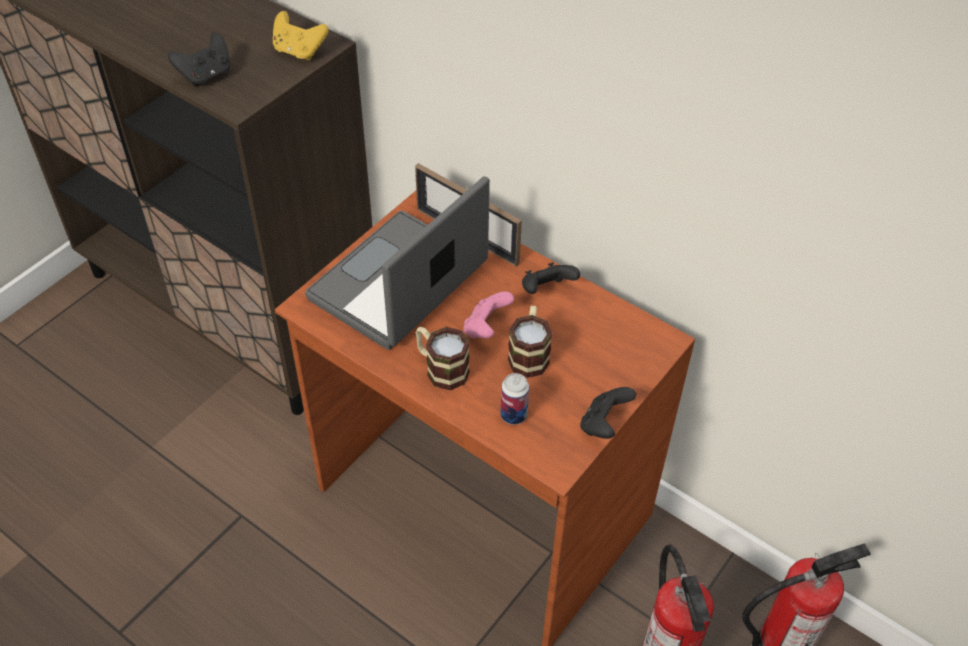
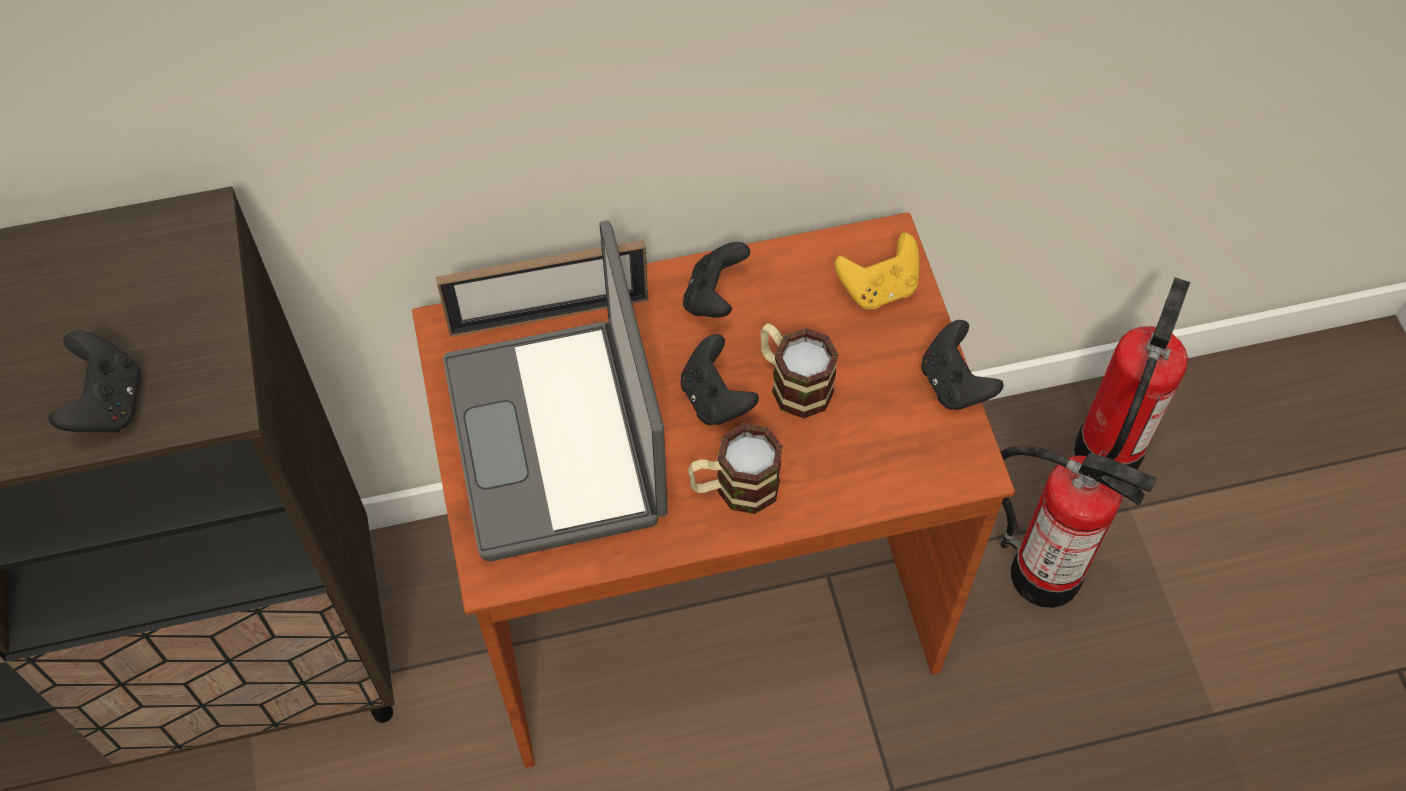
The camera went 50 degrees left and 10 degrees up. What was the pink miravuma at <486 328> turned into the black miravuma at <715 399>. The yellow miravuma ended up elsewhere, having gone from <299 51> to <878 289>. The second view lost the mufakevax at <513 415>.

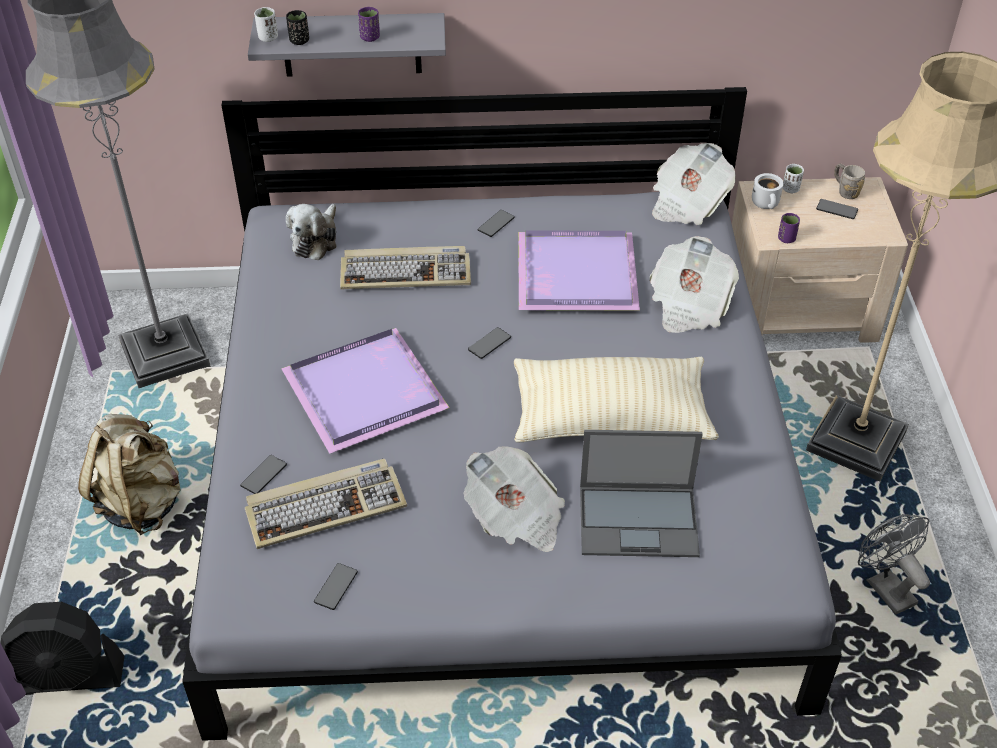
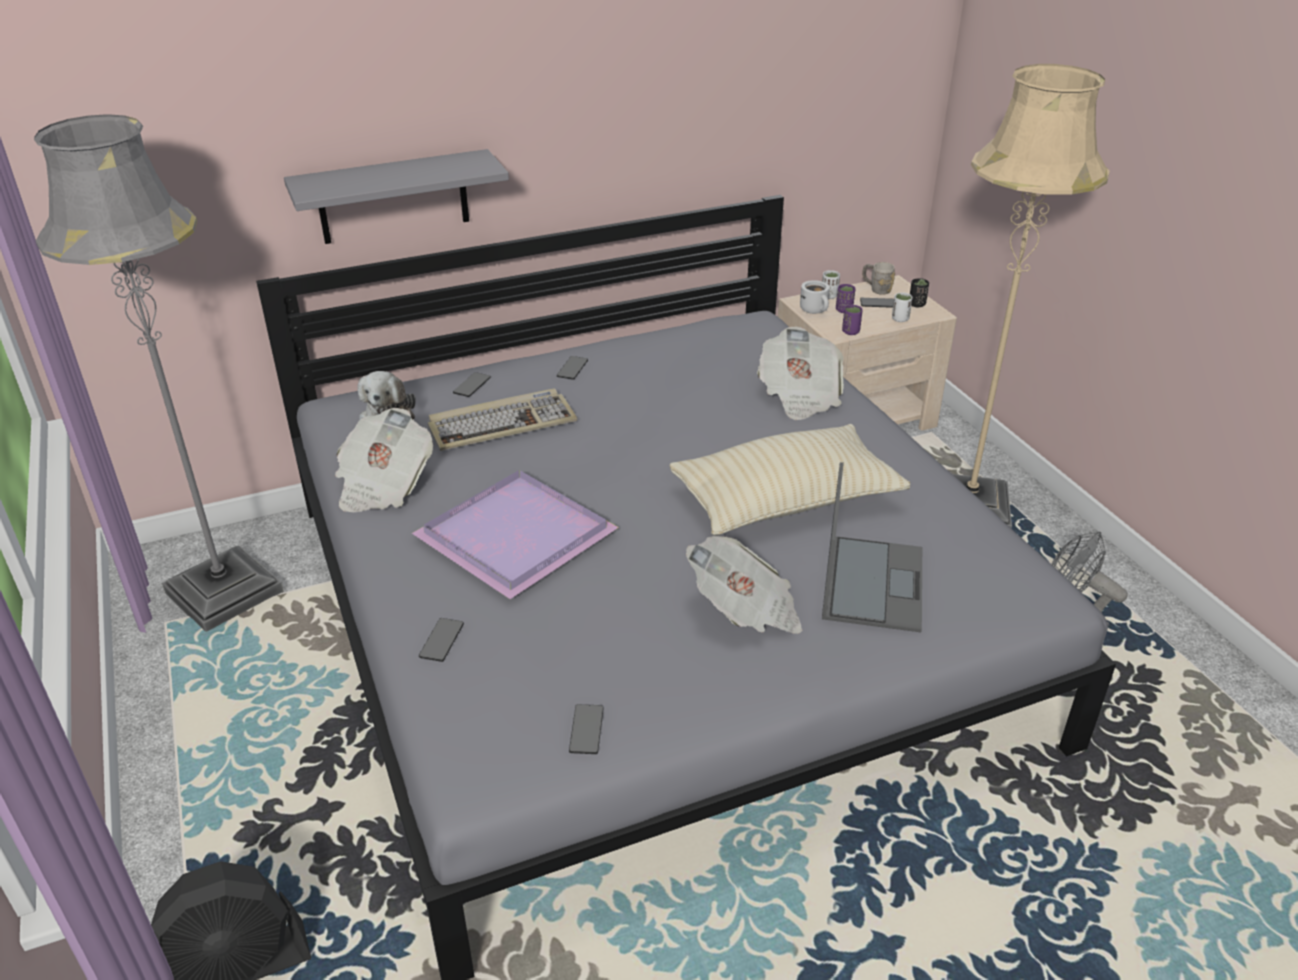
The camera went 20 degrees left and 10 degrees down. The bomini ended up elsewhere, having gone from <687 203> to <383 485>. The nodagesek ended up elsewhere, having gone from <489 344> to <472 385>. The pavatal at <640 520> ended up facing another way, 60 degrees counterclockwise from before. The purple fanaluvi ended up elsewhere, having gone from <370 37> to <844 310>. The white fanaluvi ended up elsewhere, having gone from <268 38> to <900 319>. The black fanaluvi ended up elsewhere, having gone from <299 41> to <917 304>. The second view lost the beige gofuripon at <141 503>. The second view lost the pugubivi at <326 506>. The second view lost the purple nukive at <574 272>.

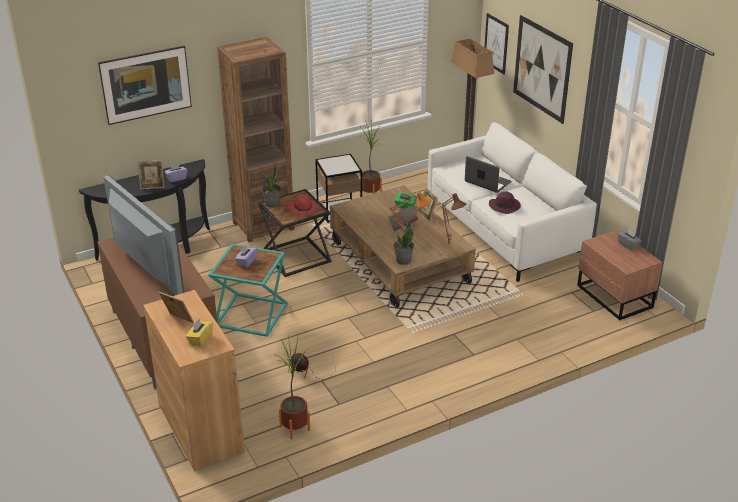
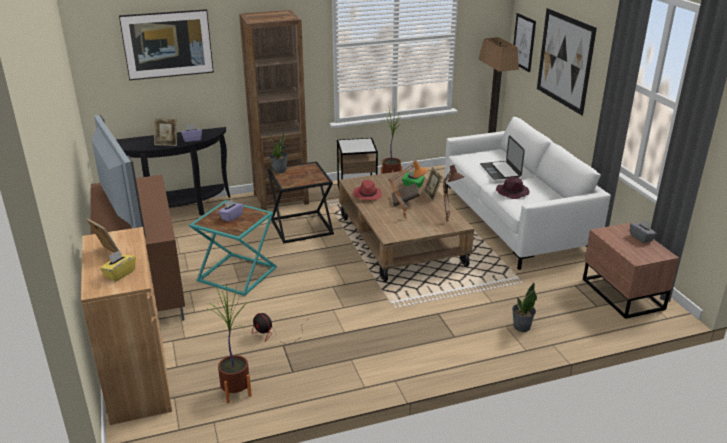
The camera went 10 degrees right and 5 degrees down. The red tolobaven ended up elsewhere, having gone from <302 209> to <367 195>. The pavatal at <487 182> ended up facing another way, 150 degrees counterclockwise from before. The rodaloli ended up elsewhere, having gone from <403 260> to <521 327>.

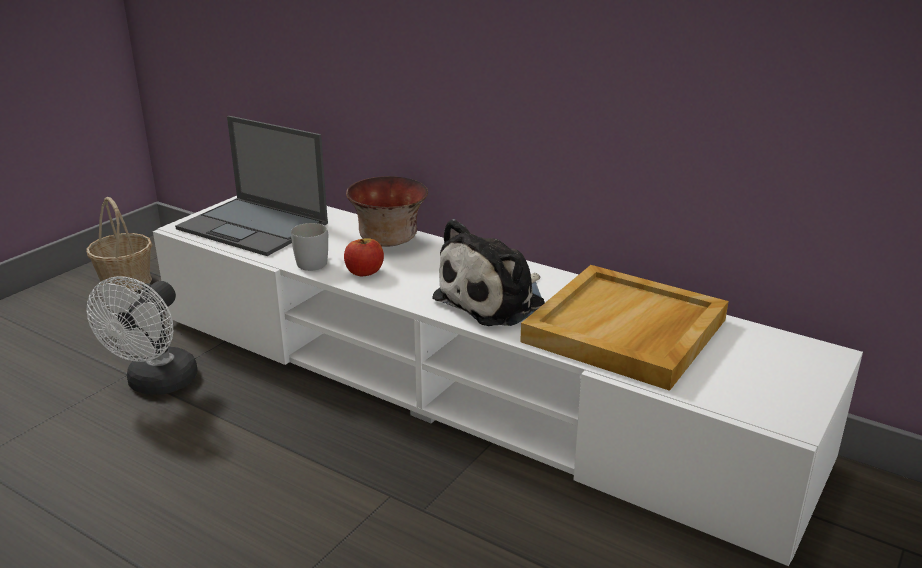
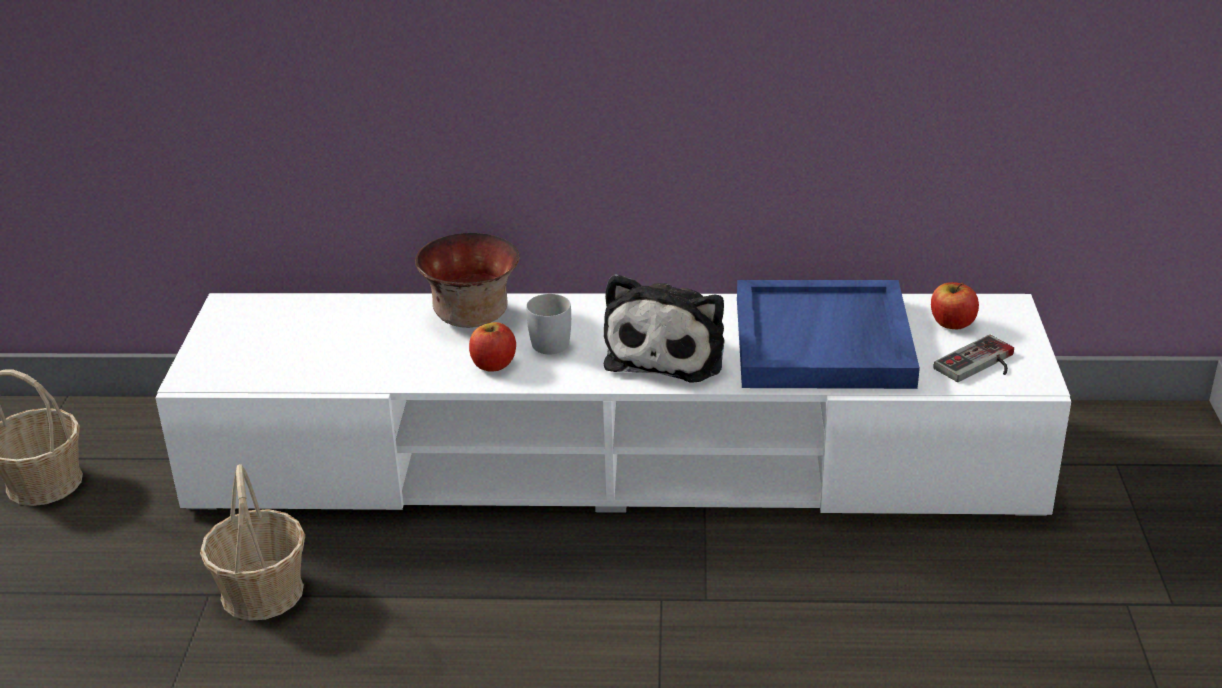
The camera went 30 degrees left and 5 degrees up. Where the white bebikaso stood at <157 384>, the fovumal came to stand at <263 592>. The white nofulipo ended up elsewhere, having gone from <315 261> to <549 340>. What was the beige nukive at <626 331> turned into the blue nukive at <824 342>. The second view gained the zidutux at <952 323>. The second view gained the miravuma at <981 365>. The second view lost the pavatal at <254 226>.

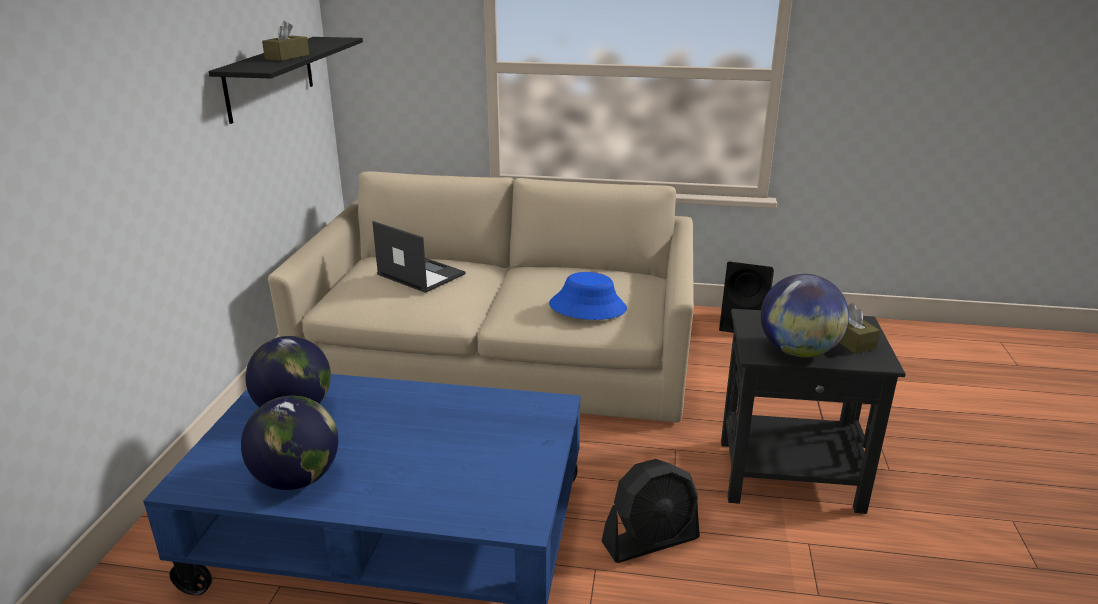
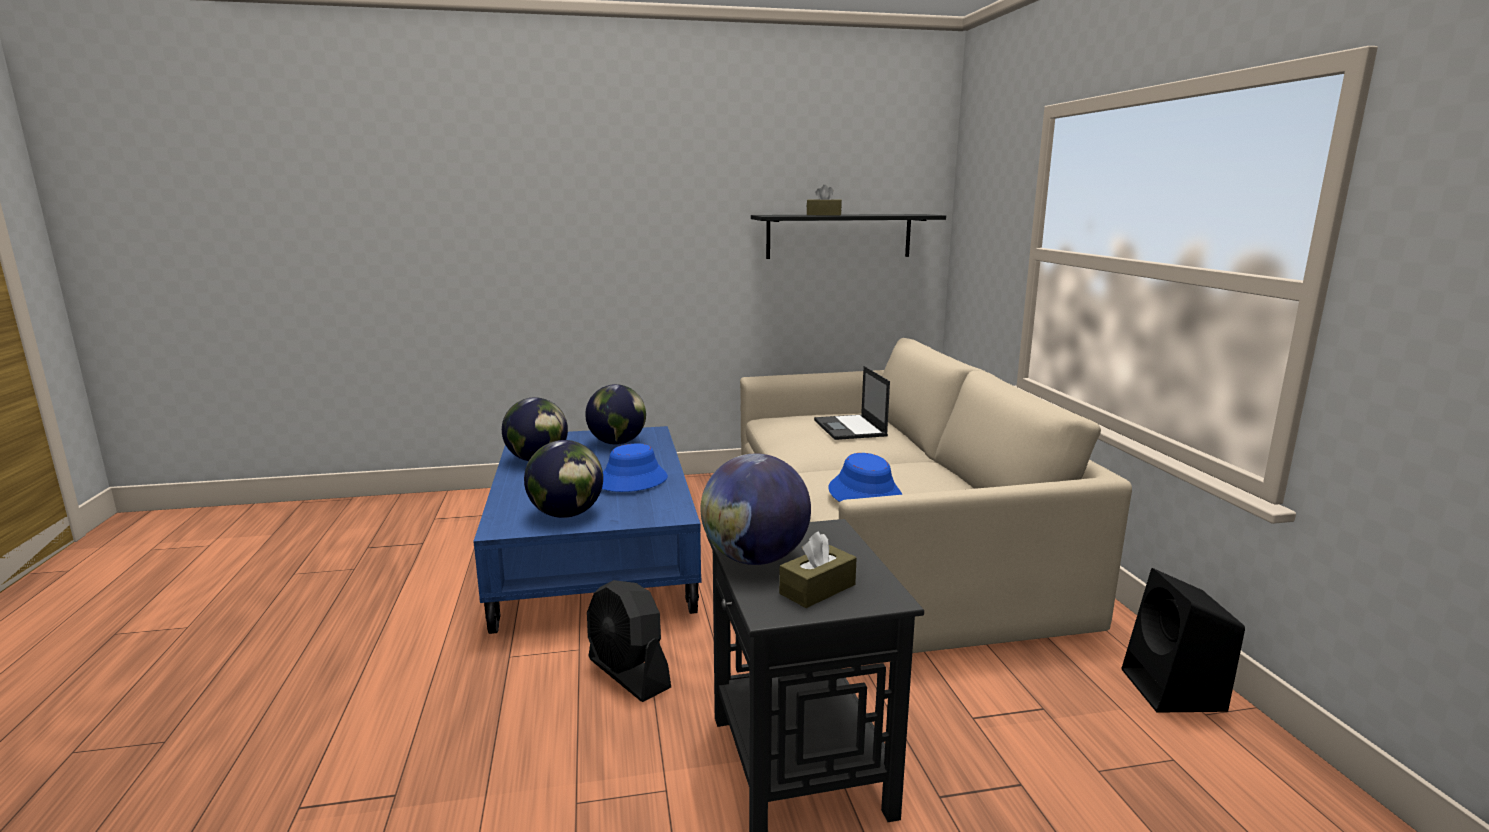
The camera went 70 degrees right and 10 degrees down. The second view gained the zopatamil at <566 514>. The second view gained the blue tolobaven at <632 480>. The pavatal at <420 274> ended up facing another way, 150 degrees clockwise from before.

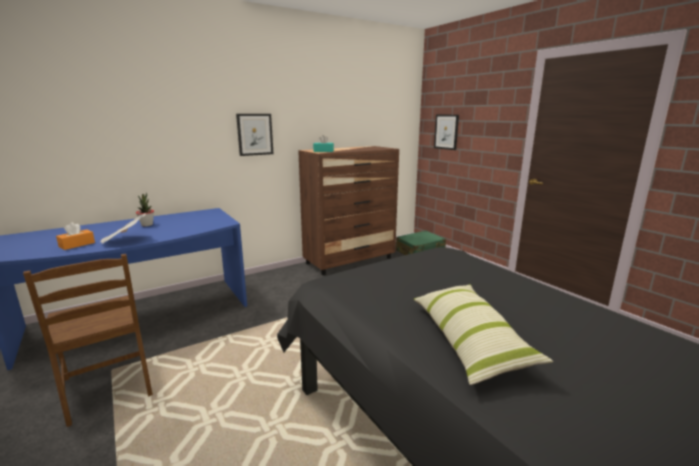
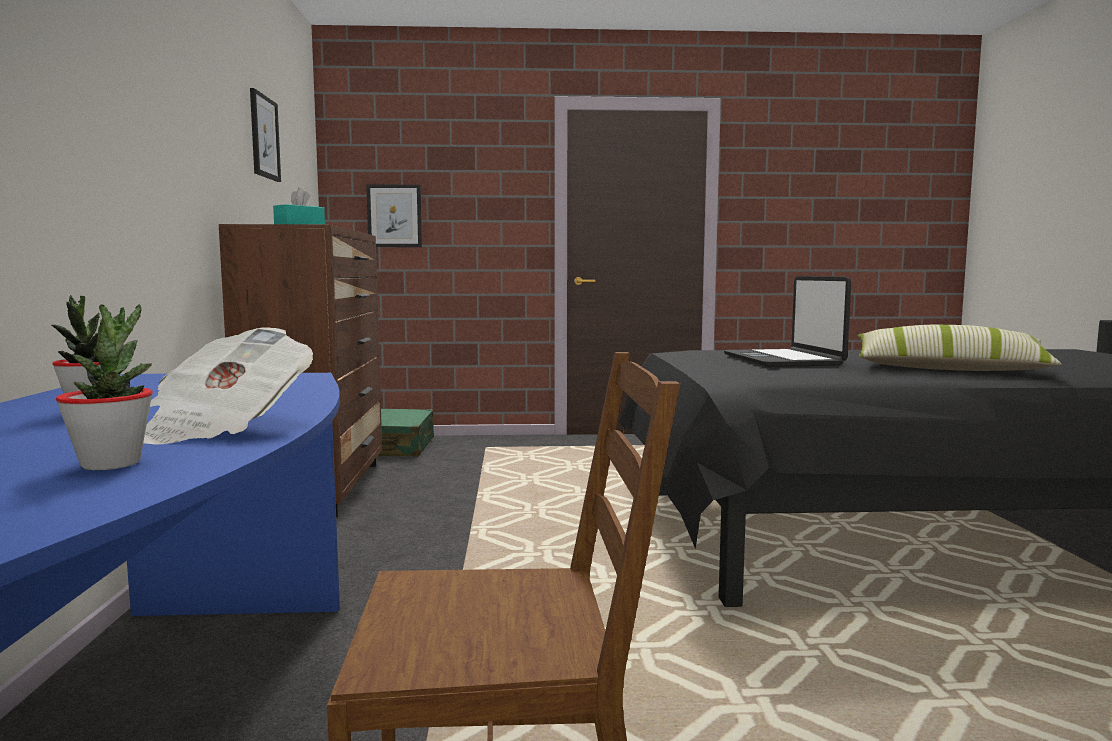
The camera went 60 degrees left and 10 degrees down. Where the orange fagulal stood at <77 245>, the rodaloli came to stand at <111 464>. The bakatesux ended up elsewhere, having gone from <255 134> to <264 137>. The second view gained the pavatal at <783 360>.

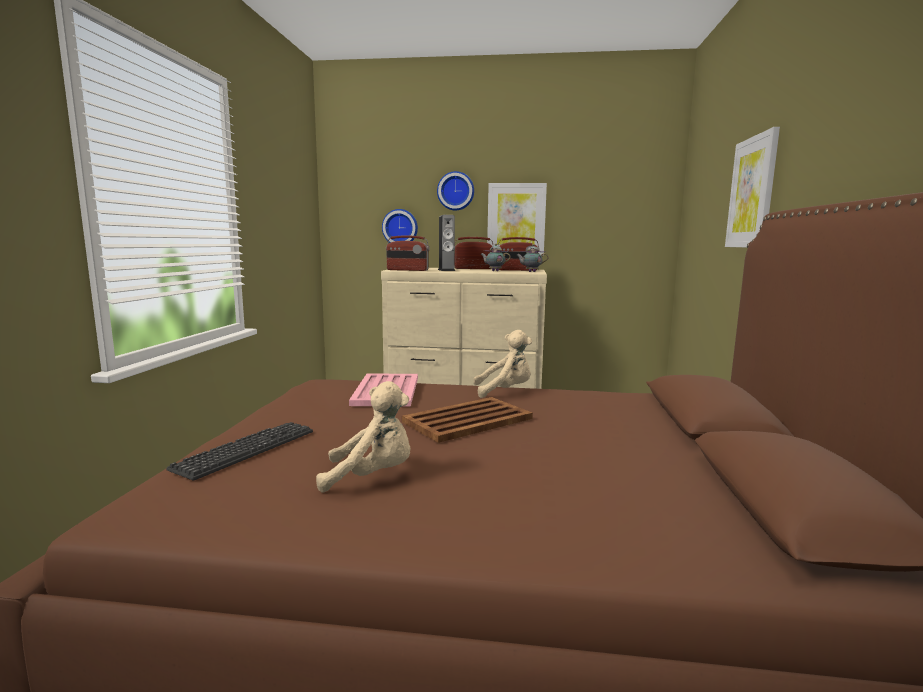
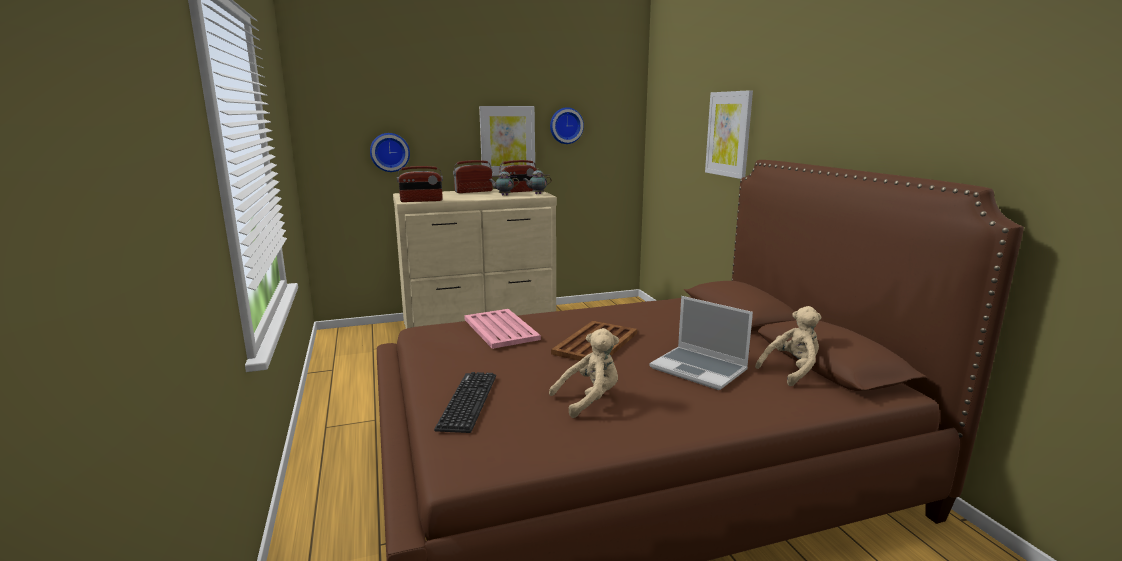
The camera went 25 degrees left and 5 degrees up. The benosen ended up elsewhere, having gone from <456 191> to <565 125>. The second view gained the pavatal at <700 369>. The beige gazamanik ended up elsewhere, having gone from <505 391> to <792 371>. The second view lost the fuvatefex at <446 270>.

